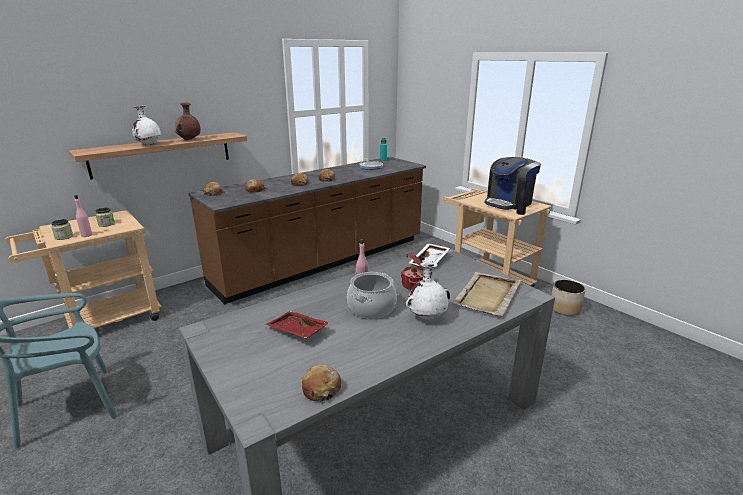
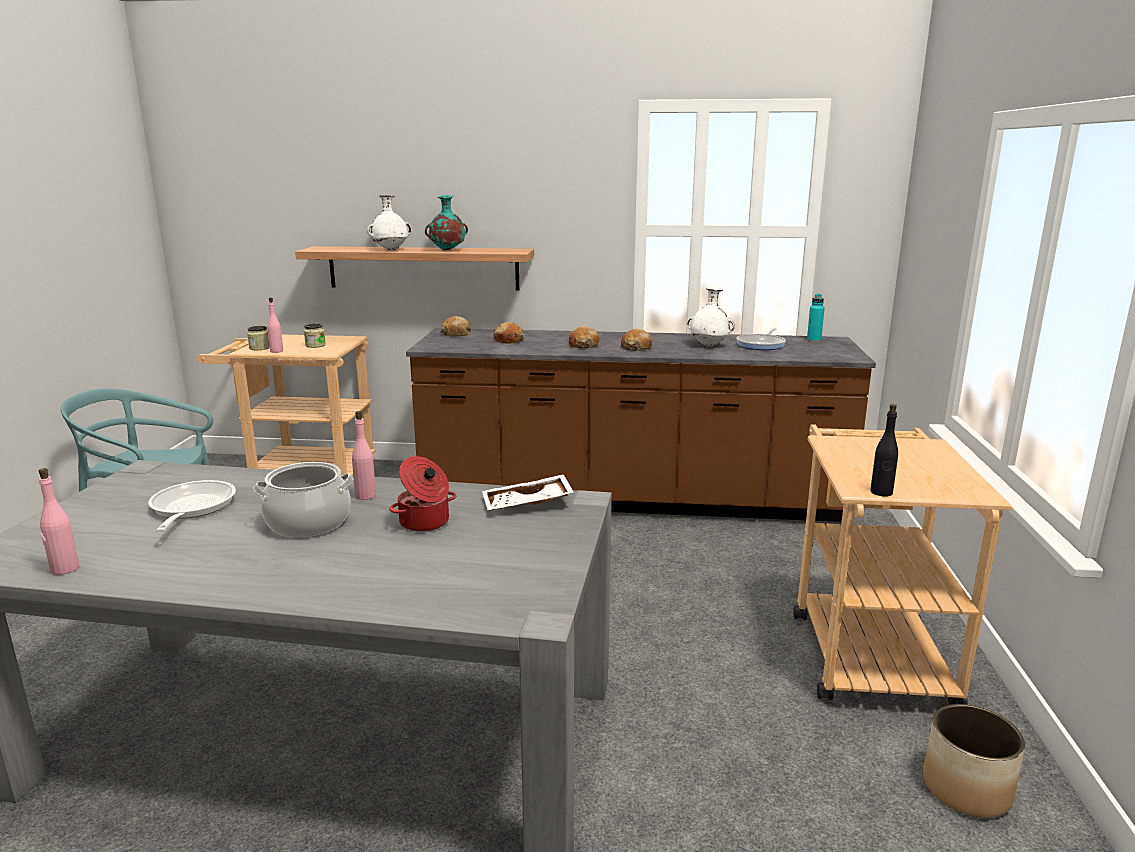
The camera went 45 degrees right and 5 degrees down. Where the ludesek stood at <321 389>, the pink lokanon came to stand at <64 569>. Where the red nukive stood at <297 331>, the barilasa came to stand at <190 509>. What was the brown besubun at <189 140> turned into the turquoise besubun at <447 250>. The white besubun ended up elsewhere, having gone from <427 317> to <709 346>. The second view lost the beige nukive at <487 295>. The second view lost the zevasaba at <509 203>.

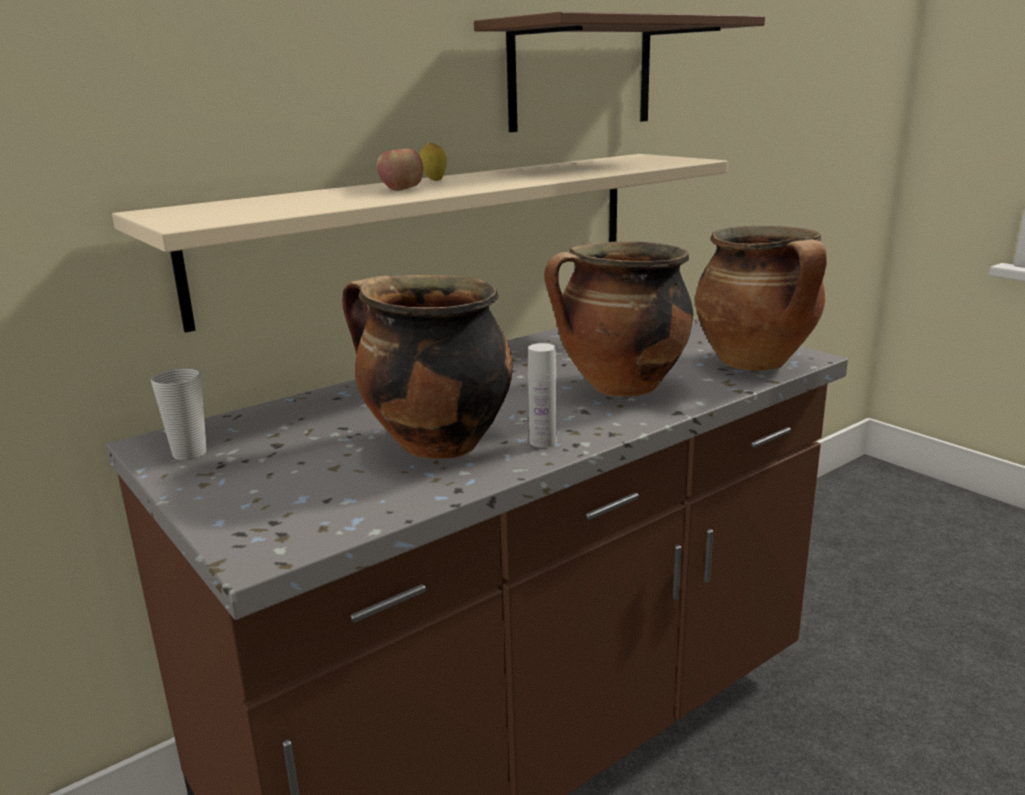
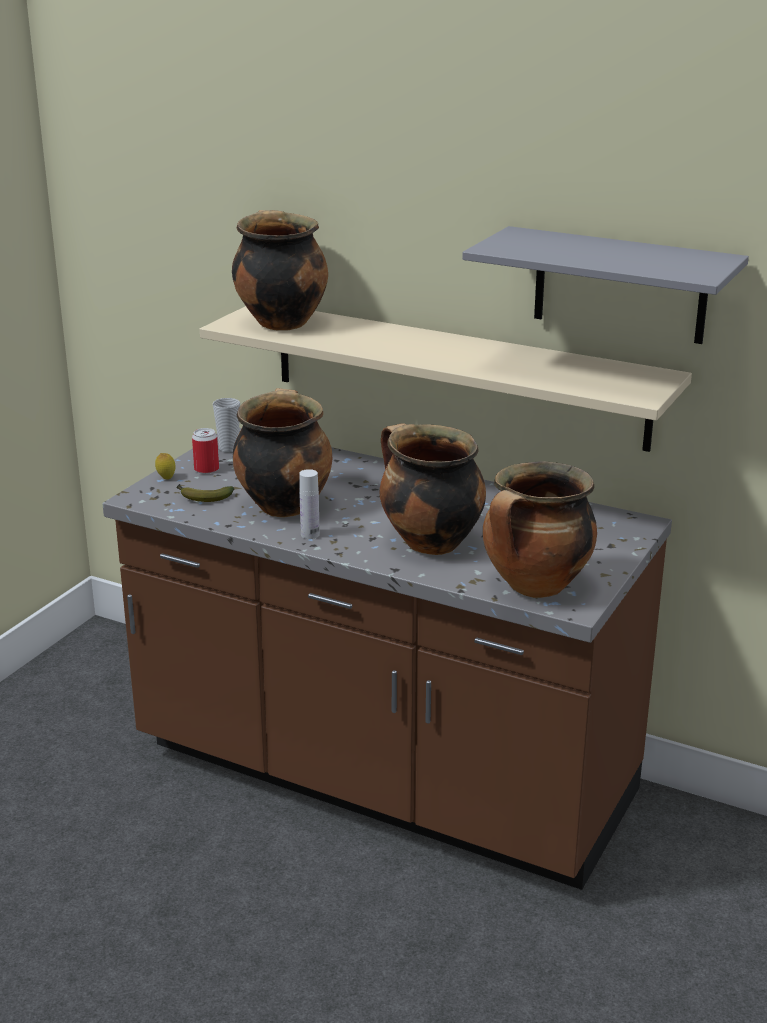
The camera went 65 degrees right and 5 degrees up. The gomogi ended up elsewhere, having gone from <434 181> to <166 478>. The second view gained the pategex at <202 497>. The second view gained the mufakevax at <206 469>. The second view gained the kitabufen at <280 322>. What was the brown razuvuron at <581 75> turned into the grey razuvuron at <620 285>. The second view lost the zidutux at <401 190>.

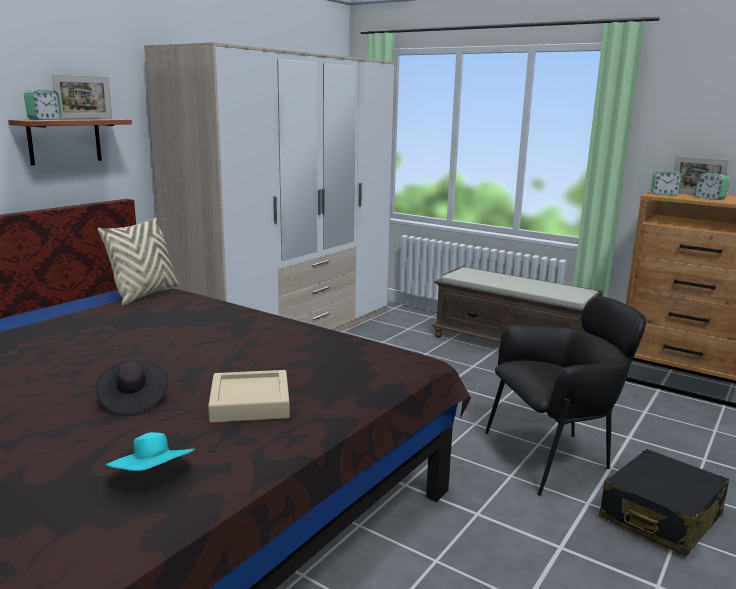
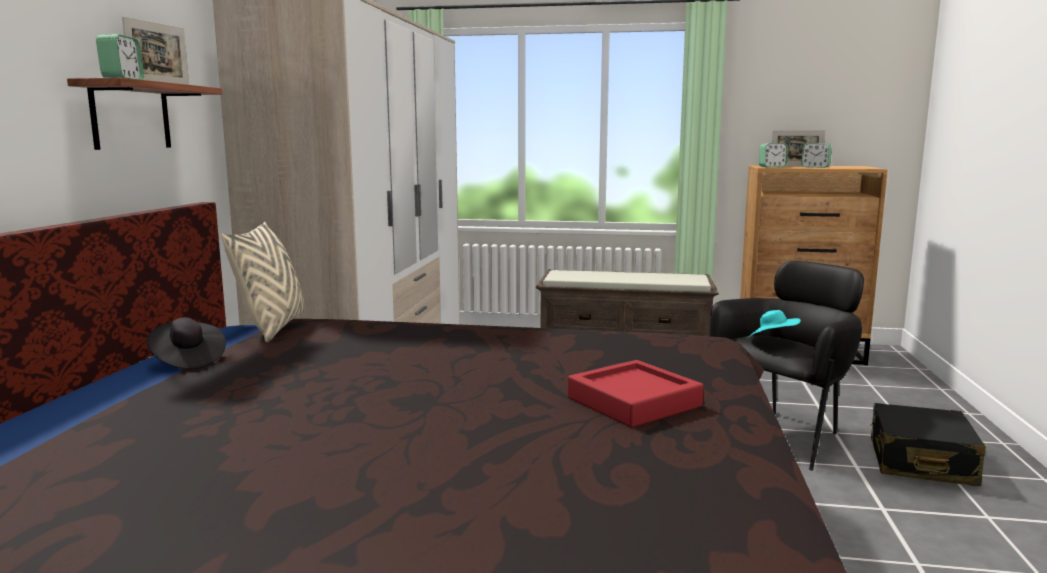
The camera went 25 degrees left and 5 degrees down. The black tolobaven ended up elsewhere, having gone from <133 401> to <187 360>. What was the beige nukive at <250 403> turned into the red nukive at <633 402>. The turquoise tolobaven ended up elsewhere, having gone from <154 478> to <772 341>.

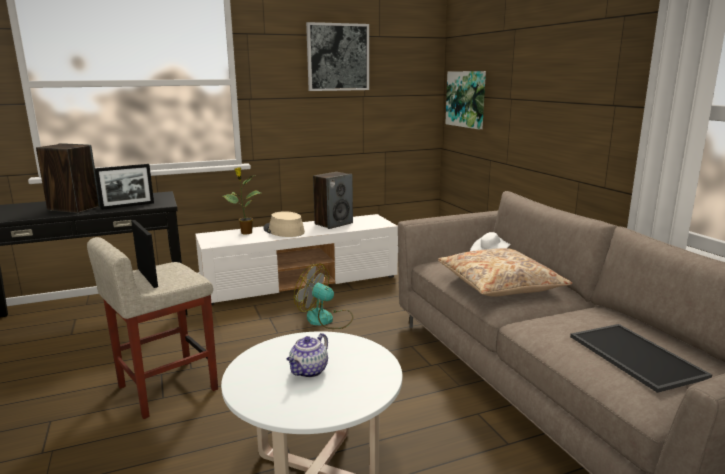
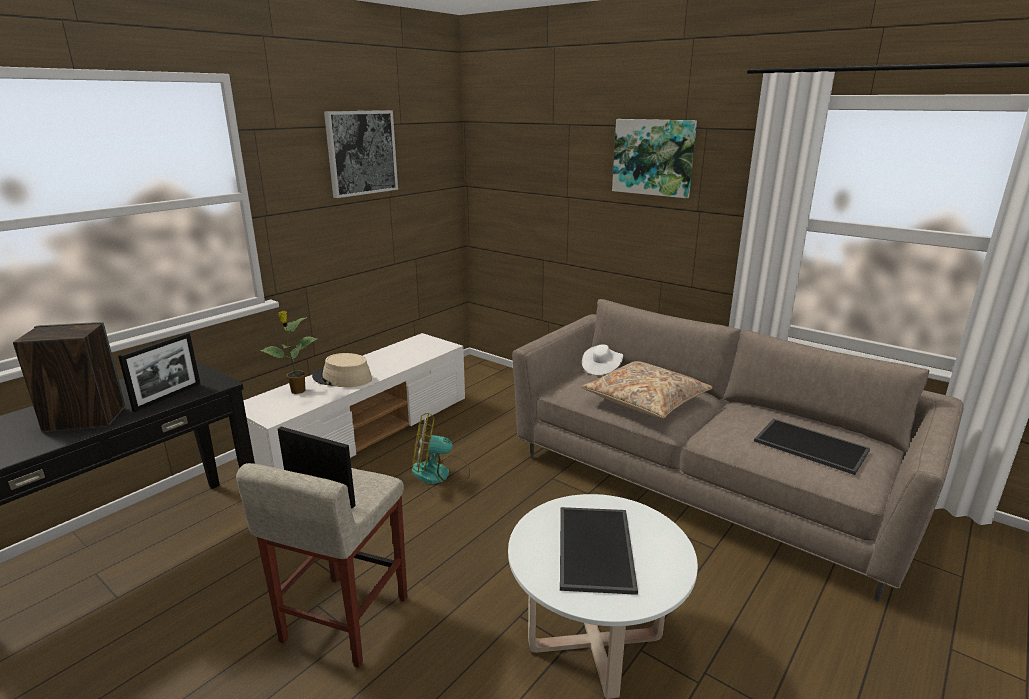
The camera went 30 degrees left and 5 degrees up. Where the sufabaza stood at <308 371>, the nukive came to stand at <597 549>. The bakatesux ended up elsewhere, having gone from <466 99> to <653 157>. The second view lost the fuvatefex at <333 223>.

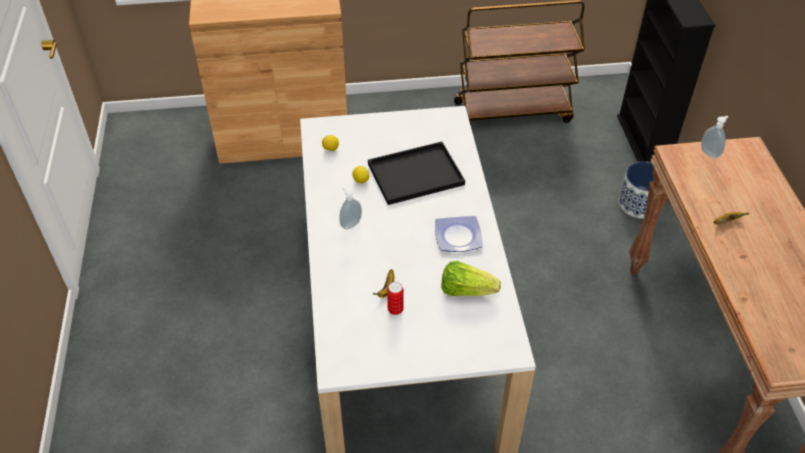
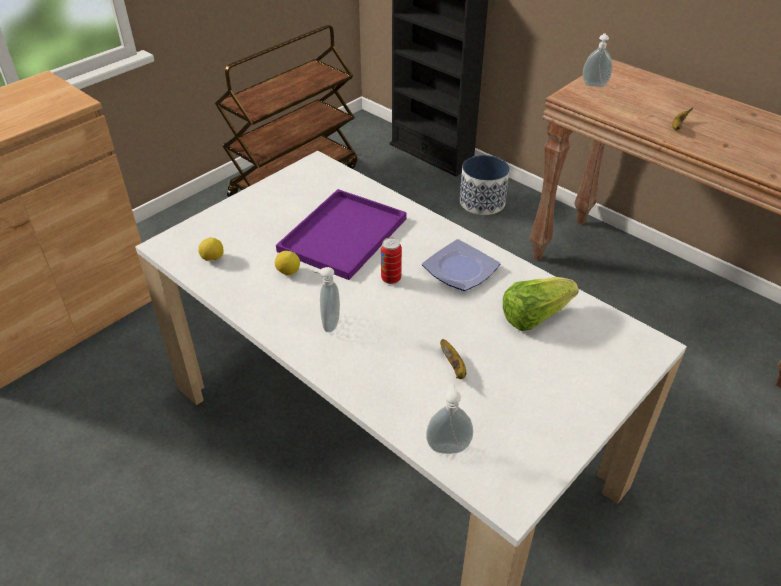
The camera went 40 degrees left and 5 degrees down. What was the black nukive at <417 173> turned into the purple nukive at <343 233>. The mufakevax ended up elsewhere, having gone from <395 309> to <391 279>. The second view gained the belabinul at <448 446>.

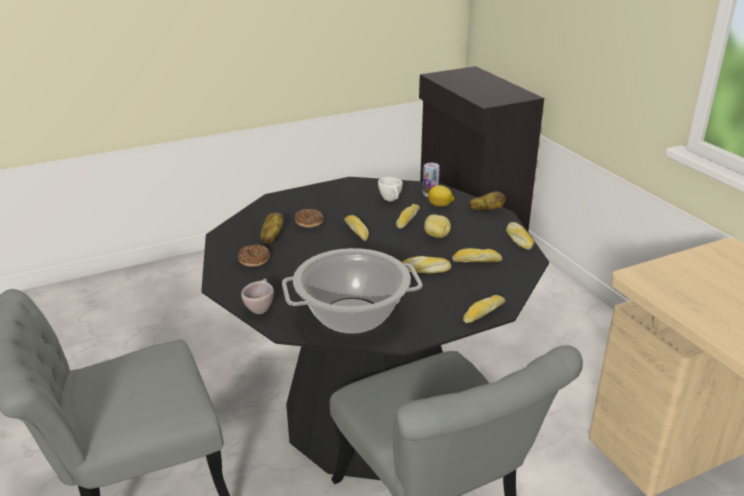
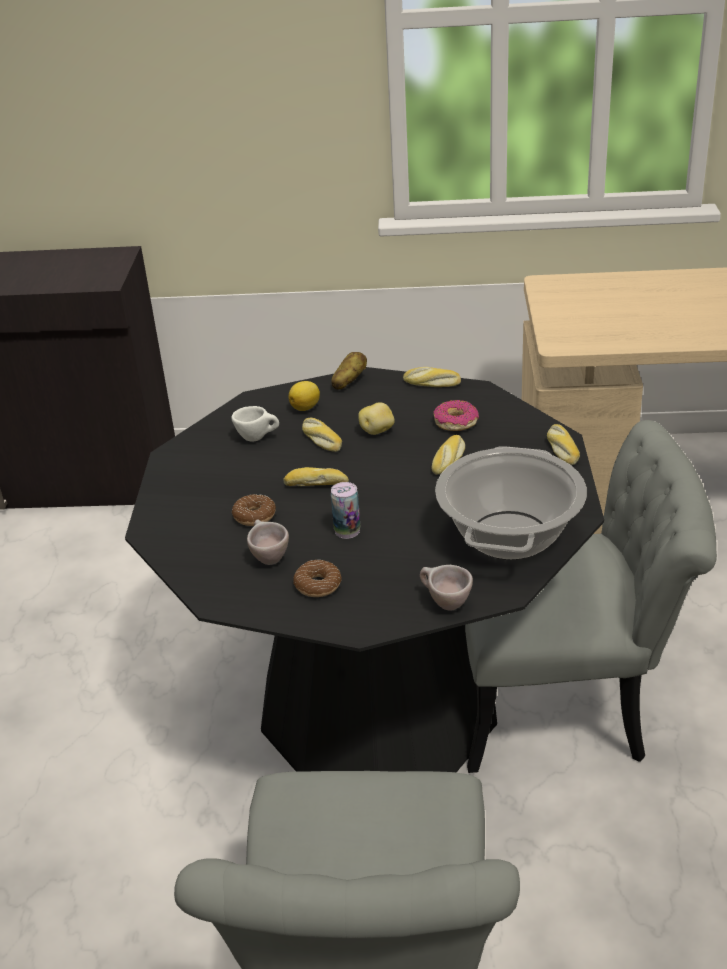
The camera went 60 degrees left and 5 degrees up. Where the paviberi stood at <271 237>, the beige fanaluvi came to stand at <267 557>. The mufakevax ended up elsewhere, having gone from <430 194> to <347 531>. Where the ludesek stood at <476 261>, the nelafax came to stand at <455 422>.

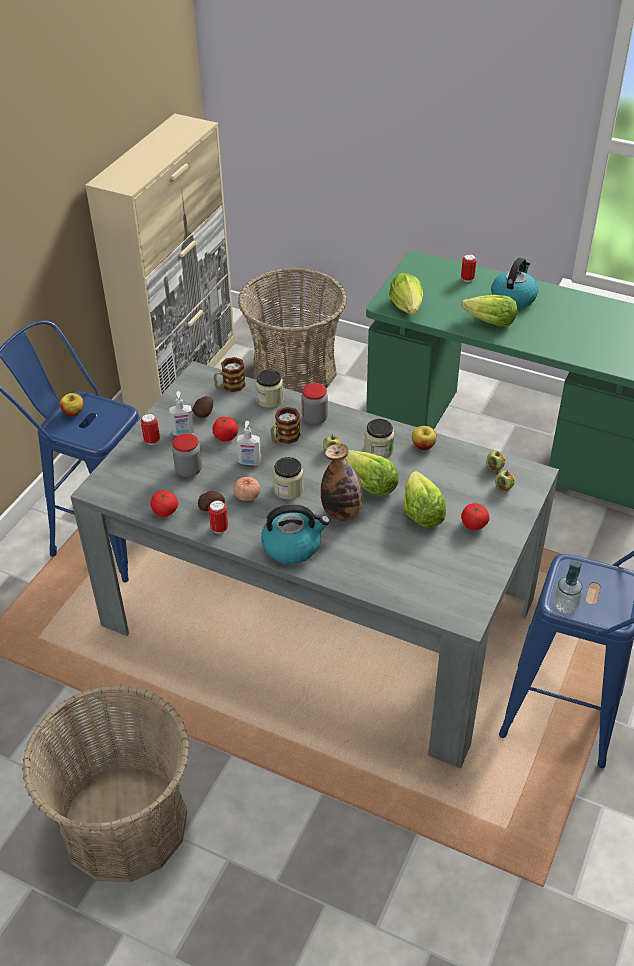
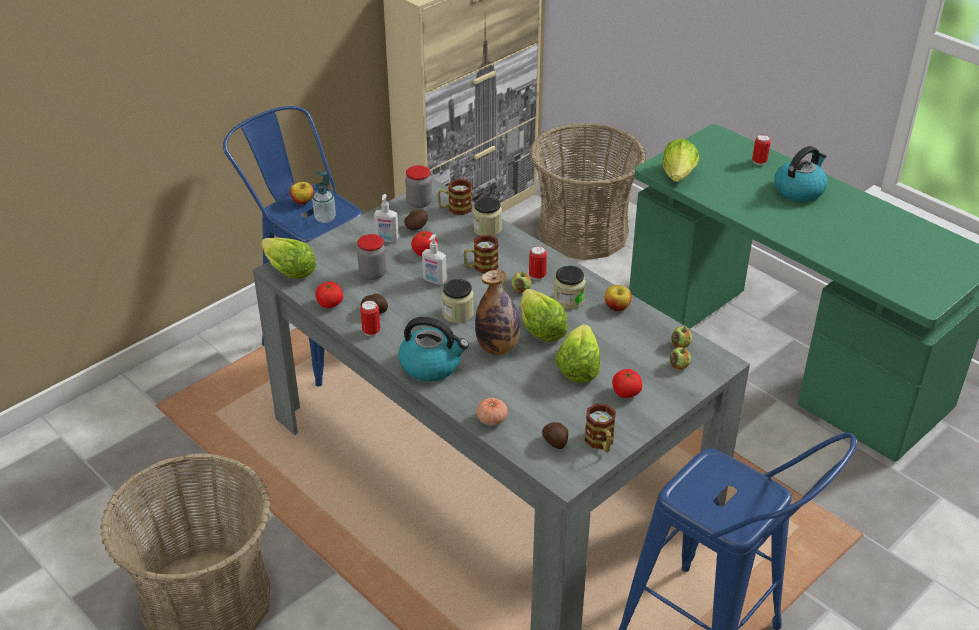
The camera went 20 degrees right and 5 degrees down. The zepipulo ended up elsewhere, having gone from <490 322> to <289 271>. The belabinul ended up elsewhere, having gone from <565 606> to <325 218>. The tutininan ended up elsewhere, having gone from <314 418> to <419 202>. The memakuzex ended up elsewhere, having gone from <247 495> to <492 419>. The mufakevax ended up elsewhere, having gone from <152 440> to <537 276>. The second view gained the paviberi at <555 443>. The second view gained the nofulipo at <601 443>.

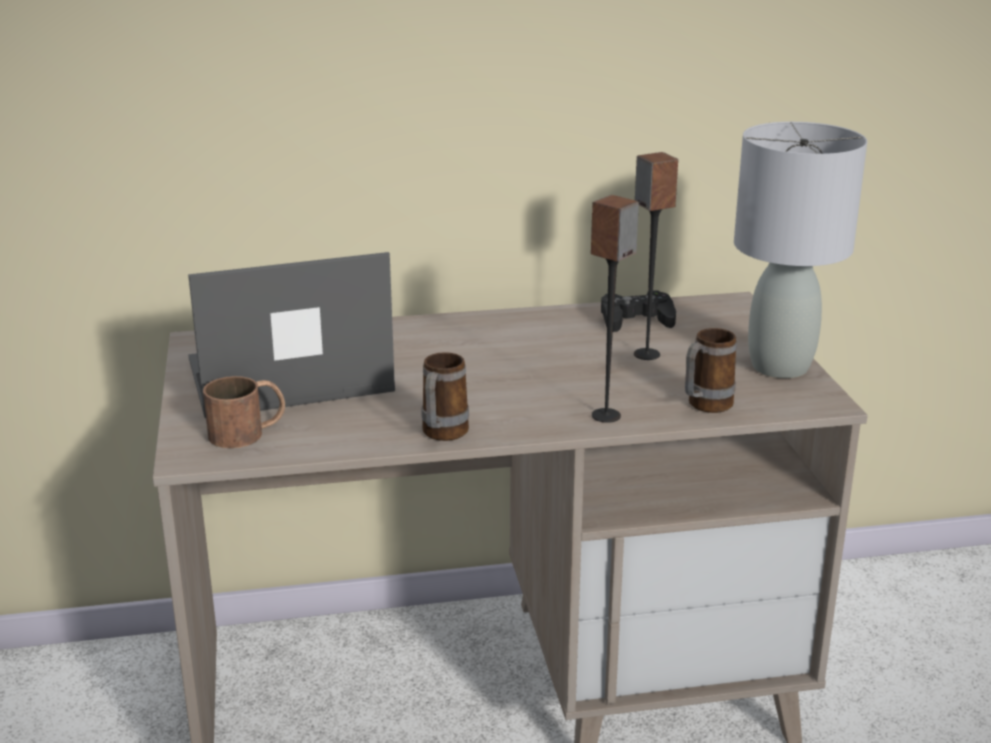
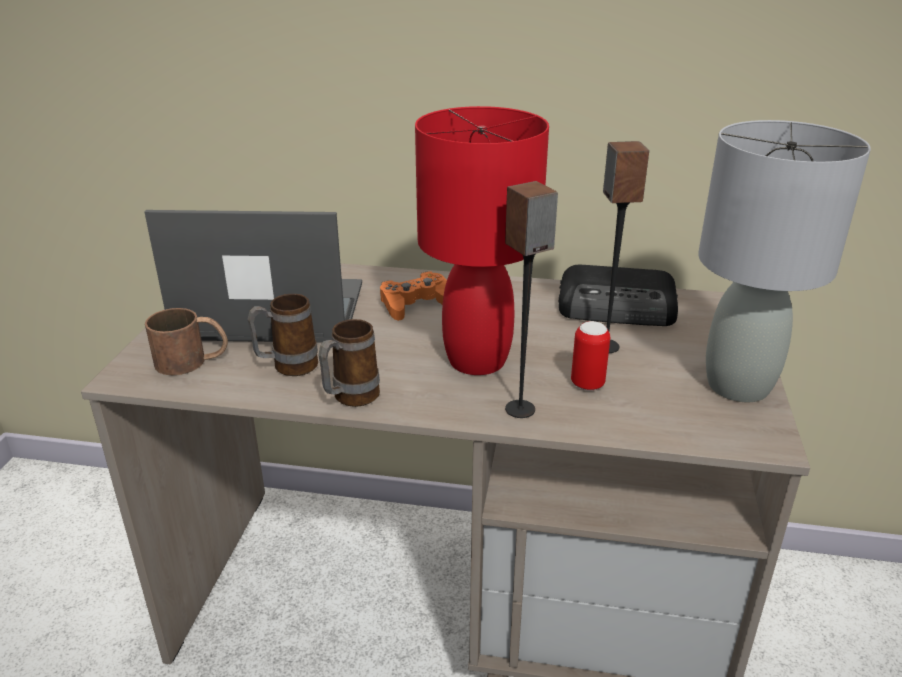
The camera went 20 degrees right and 5 degrees up. The nofulipo ended up elsewhere, having gone from <704 406> to <287 367>. The second view gained the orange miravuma at <415 304>. The second view gained the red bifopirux at <476 360>. Where the black miravuma stood at <636 320>, the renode came to stand at <618 307>. The second view gained the mufakevax at <587 384>.

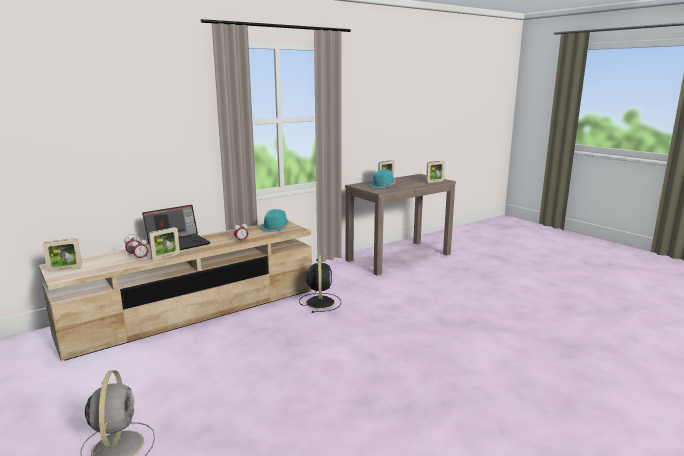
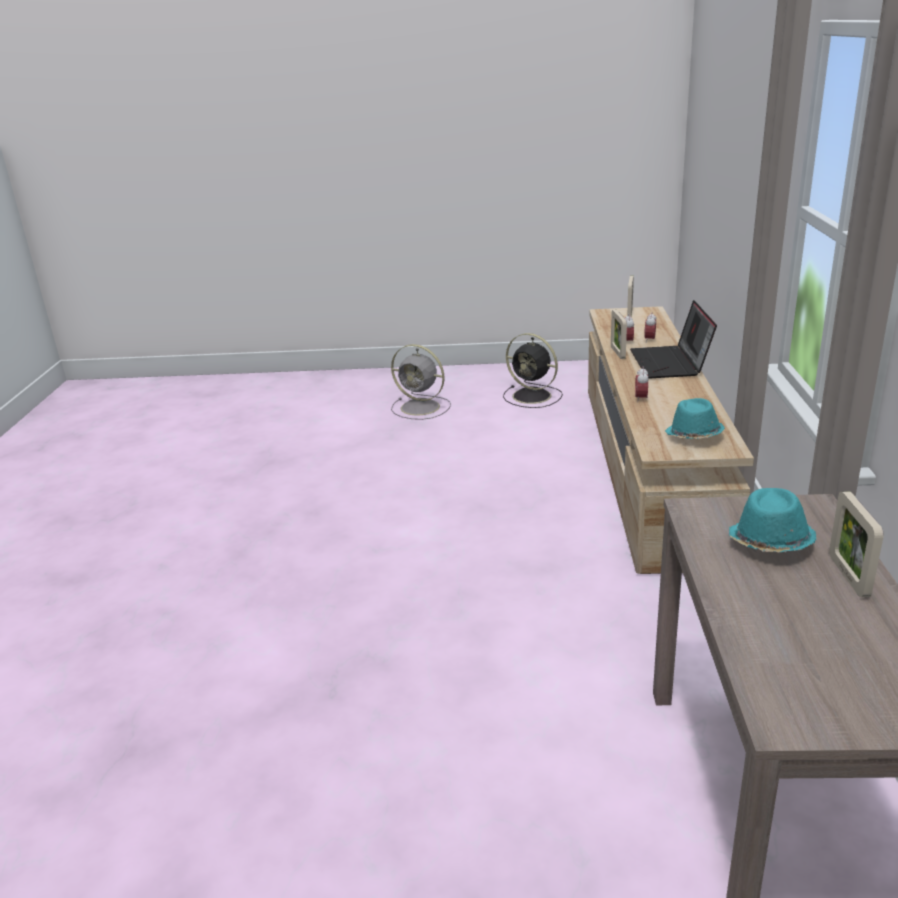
The camera went 130 degrees right and 10 degrees up. The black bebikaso ended up elsewhere, having gone from <320 302> to <533 396>. The second view lost the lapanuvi at <435 182>.

